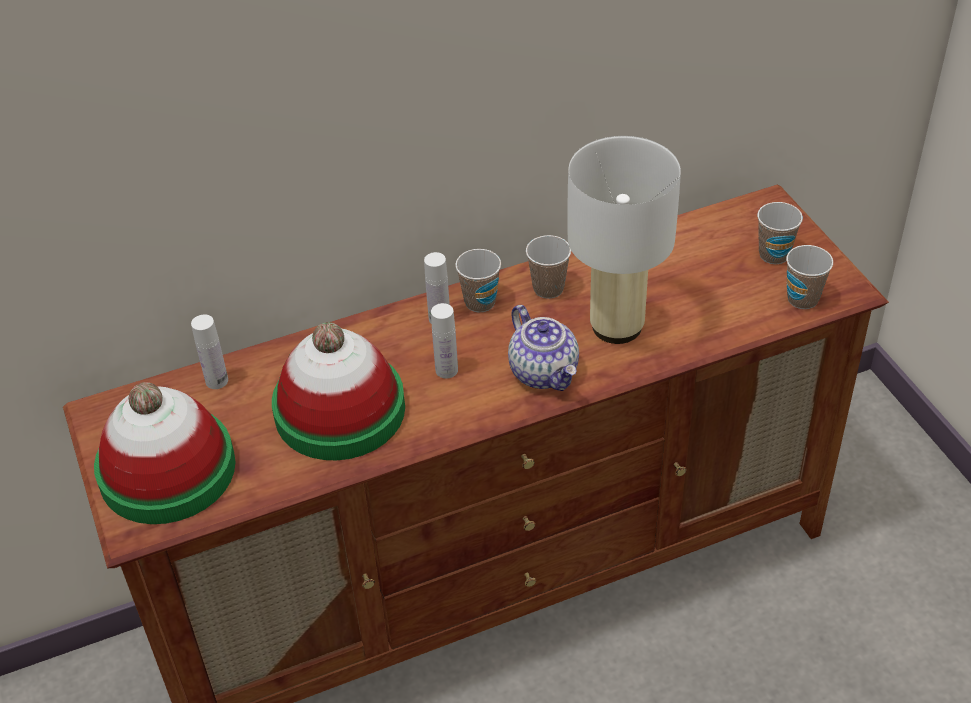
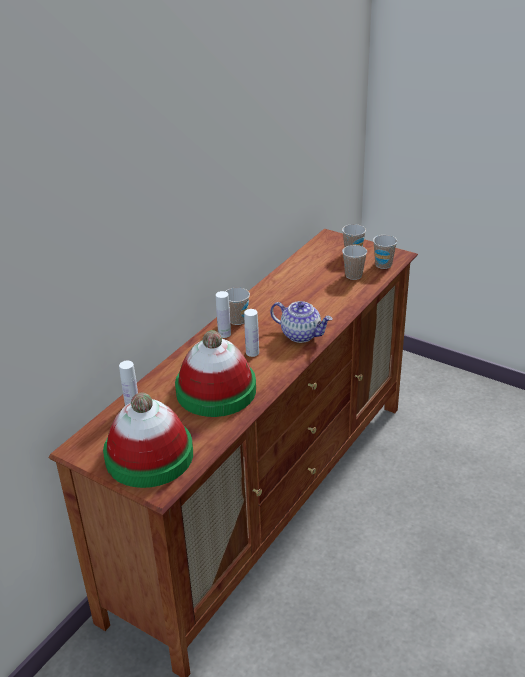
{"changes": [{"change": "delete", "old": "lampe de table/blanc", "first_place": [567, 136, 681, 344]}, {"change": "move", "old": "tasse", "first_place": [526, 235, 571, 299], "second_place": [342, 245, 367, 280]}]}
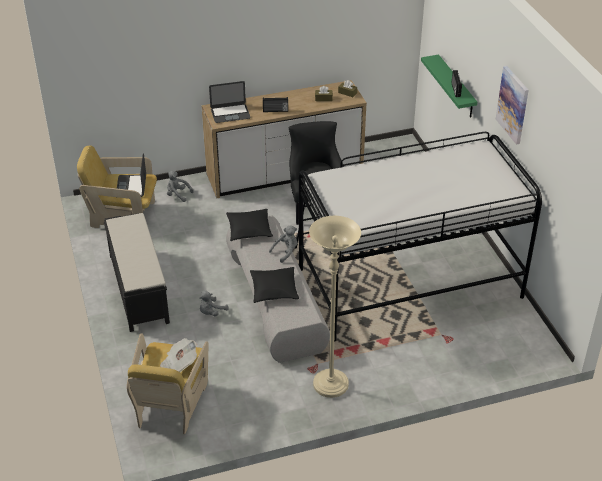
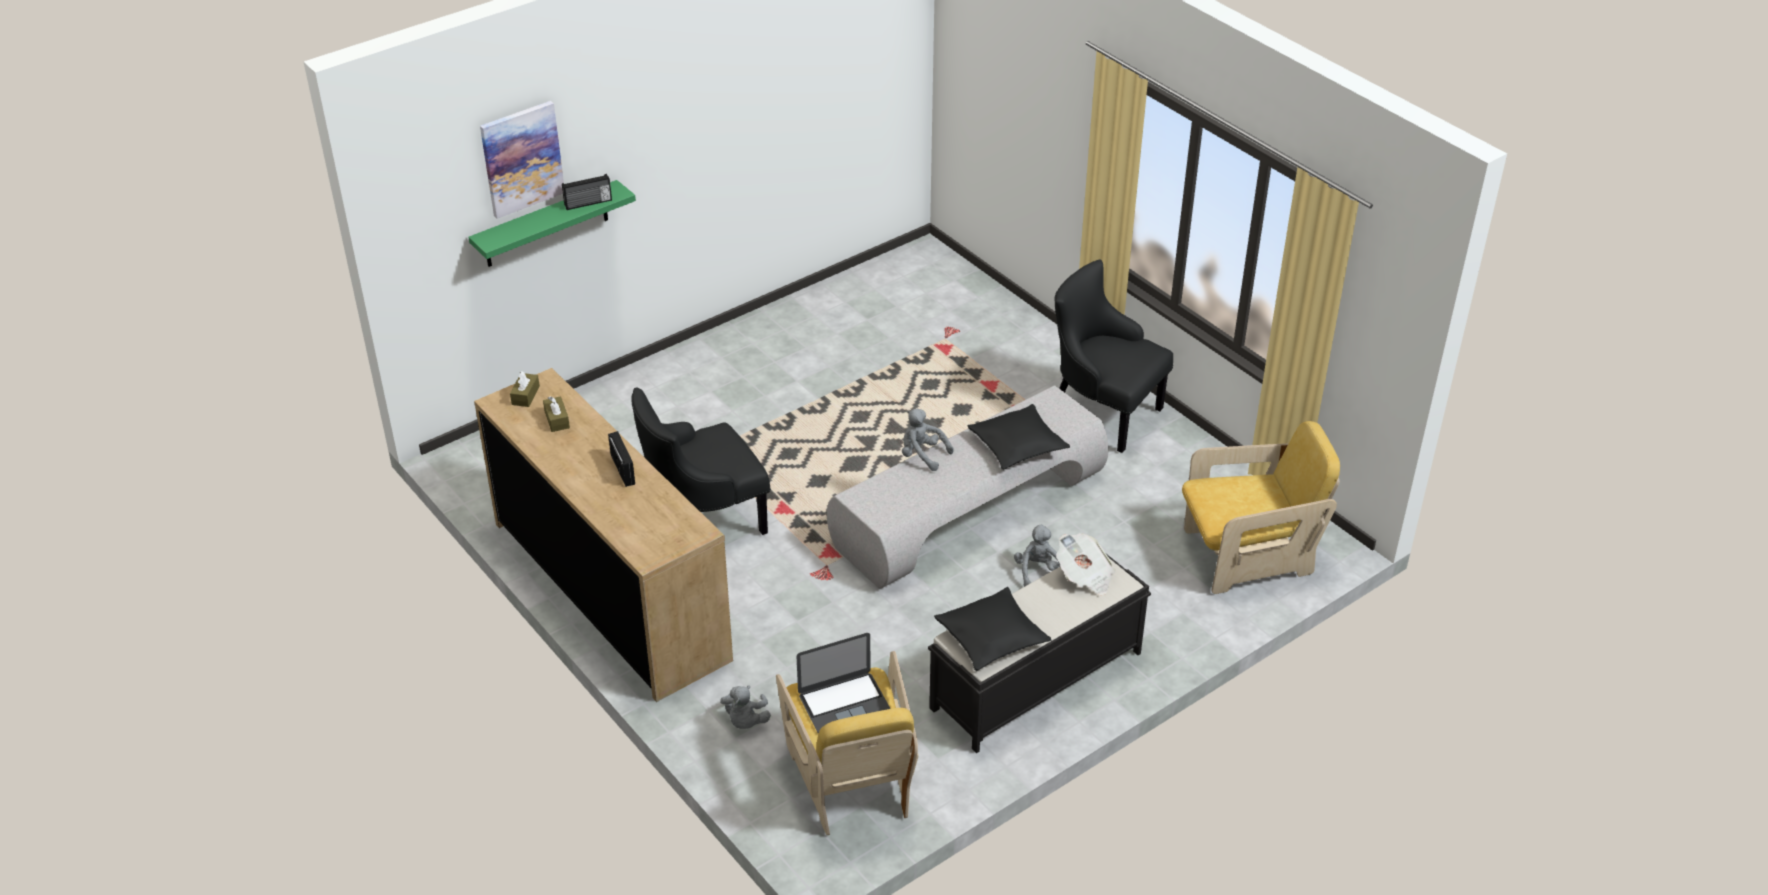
{"changes": [{"change": "delete", "old": "ordinateur portable", "first_place": [209, 81, 251, 123]}, {"change": "delete", "old": "lit/noir", "first_place": [295, 132, 542, 342]}, {"change": "move", "old": "journal", "first_place": [160, 338, 197, 372], "second_place": [1056, 533, 1116, 596]}, {"change": "move", "old": "coussin/noir", "first_place": [226, 209, 273, 241], "second_place": [934, 587, 1051, 671]}, {"change": "move", "old": "tableau", "first_place": [496, 66, 529, 145], "second_place": [480, 101, 564, 219]}, {"change": "replace", "old": "lampadaire/beige", "new": "chaise/noir", "first_place": [309, 216, 361, 398], "second_place": [1054, 260, 1173, 453]}, {"change": "rotate", "old": "peluche/gris", "first_place": [199, 290, 229, 317], "second_place": [1014, 524, 1060, 587], "degrees": -120}]}
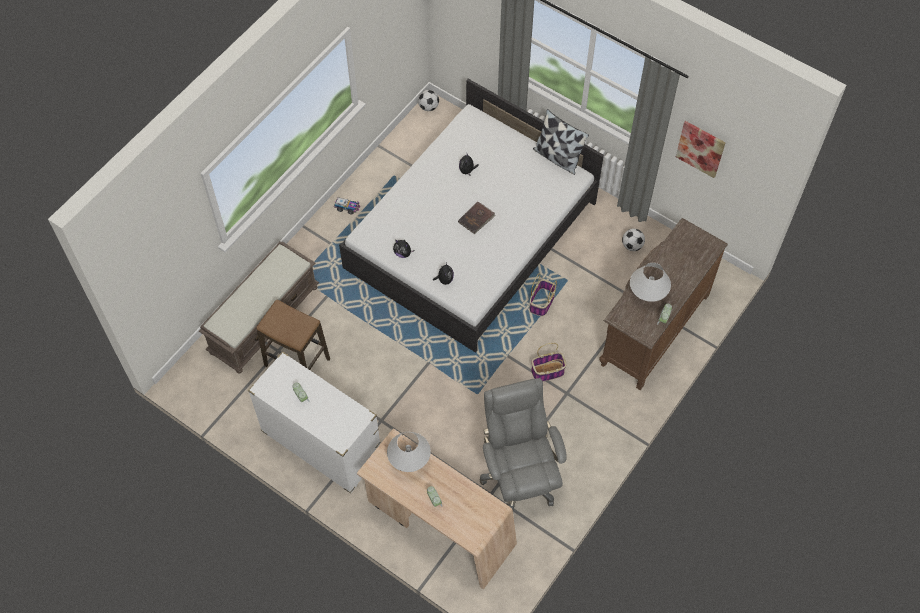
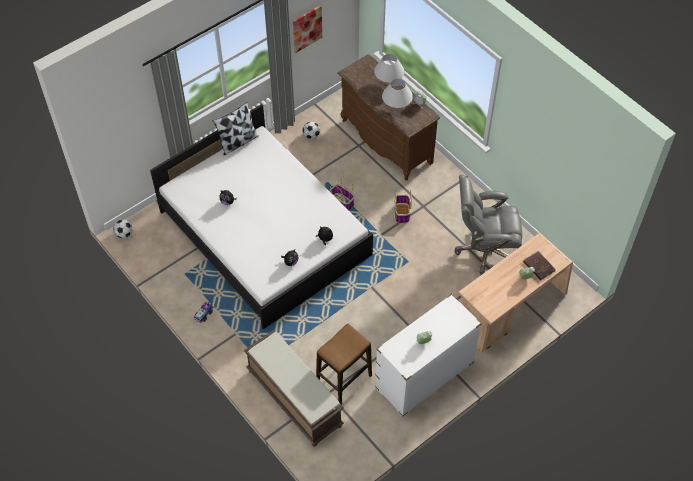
{"changes": [{"change": "move", "old": "lampe de table/blanc", "first_place": [387, 432, 431, 472], "second_place": [374, 54, 404, 83]}, {"change": "move", "old": "livre/marron", "first_place": [458, 202, 496, 234], "second_place": [523, 251, 556, 280]}]}
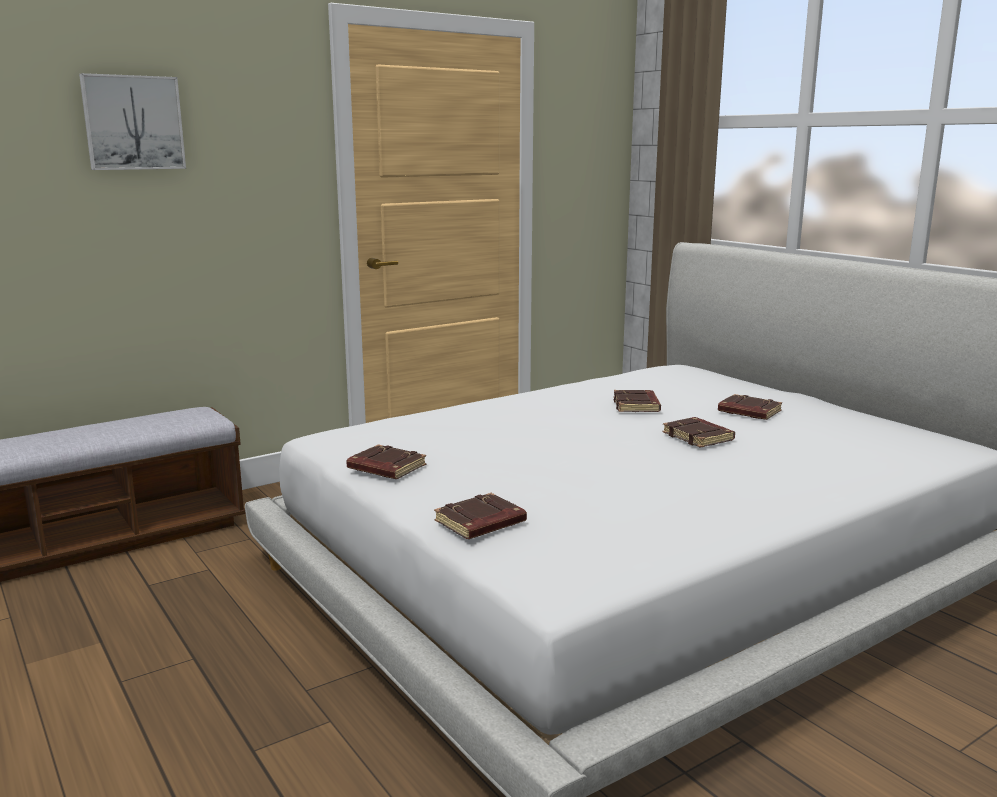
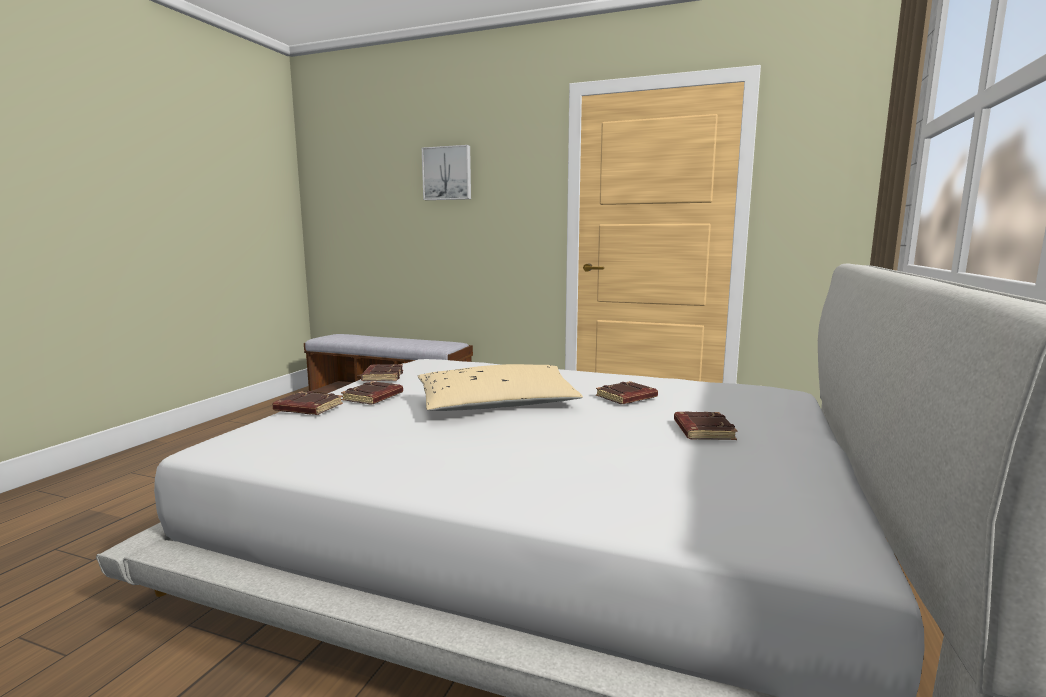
{"changes": [{"change": "insert", "new": "coussin/beige", "second_place": [417, 364, 583, 411]}, {"change": "move", "old": "livre/marron", "first_place": [662, 417, 735, 448], "second_place": [341, 381, 403, 405]}]}
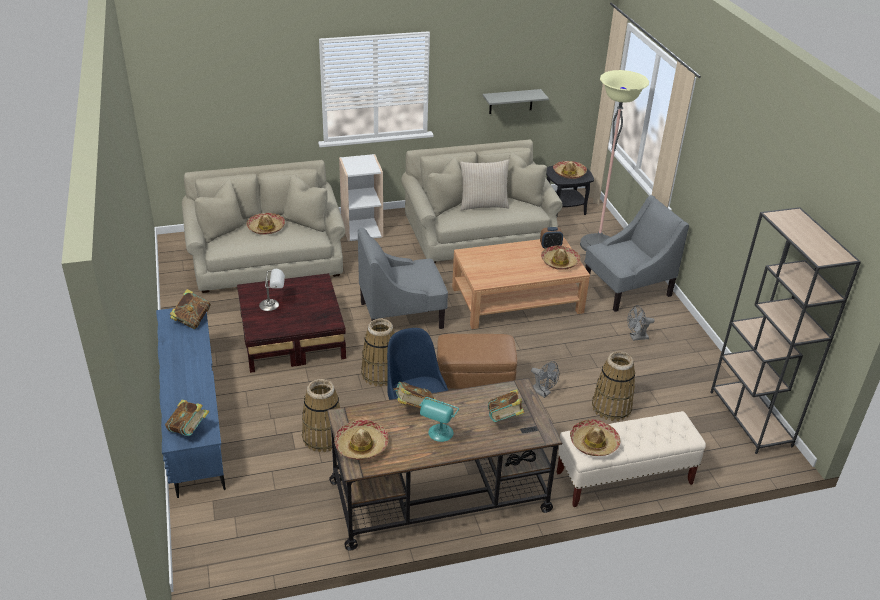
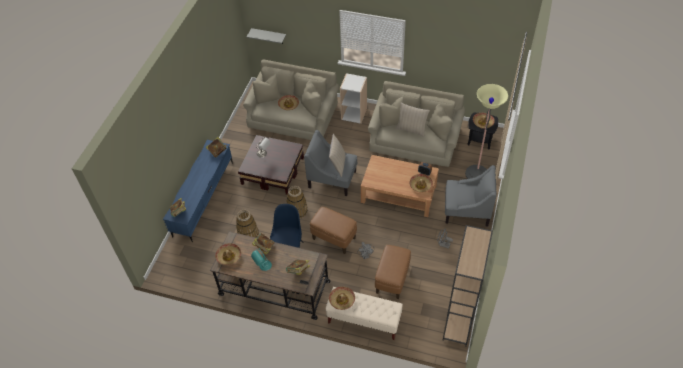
{"changes": [{"change": "insert", "new": "coussin/beige", "second_place": [329, 134, 346, 177]}, {"change": "move", "old": "étagère/gris", "first_place": [483, 89, 549, 114], "second_place": [247, 28, 286, 44]}, {"change": "replace", "old": "panier", "new": "pouf/marron", "first_place": [592, 351, 635, 421], "second_place": [375, 245, 411, 299]}]}
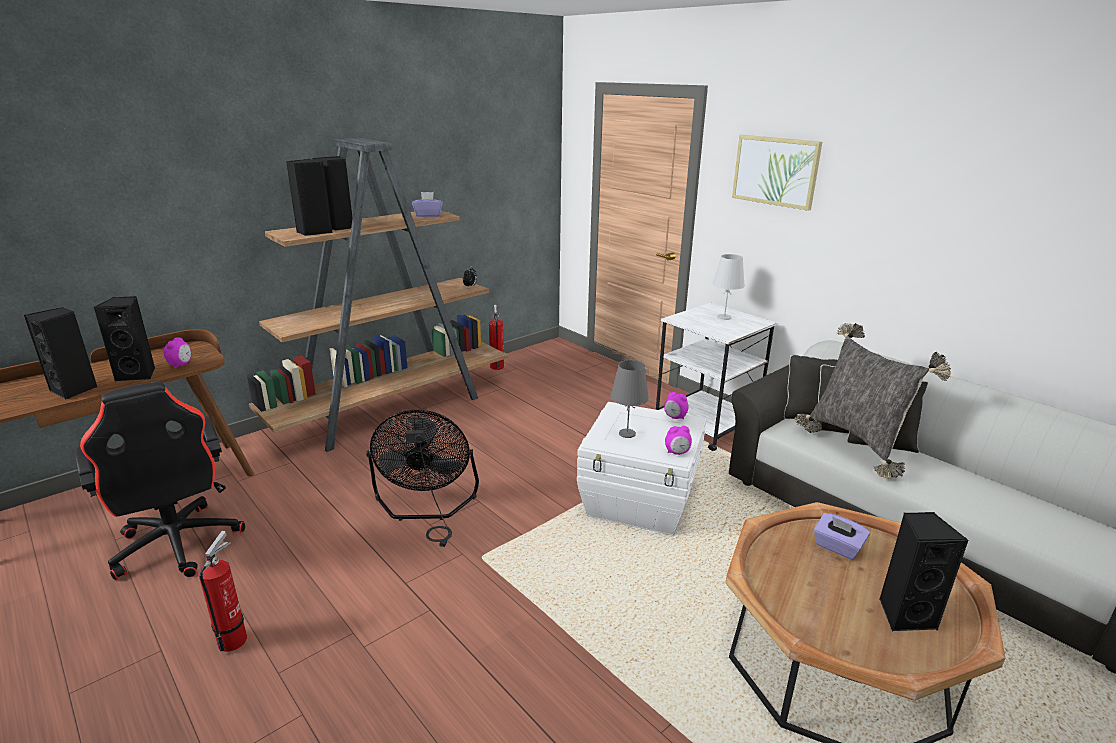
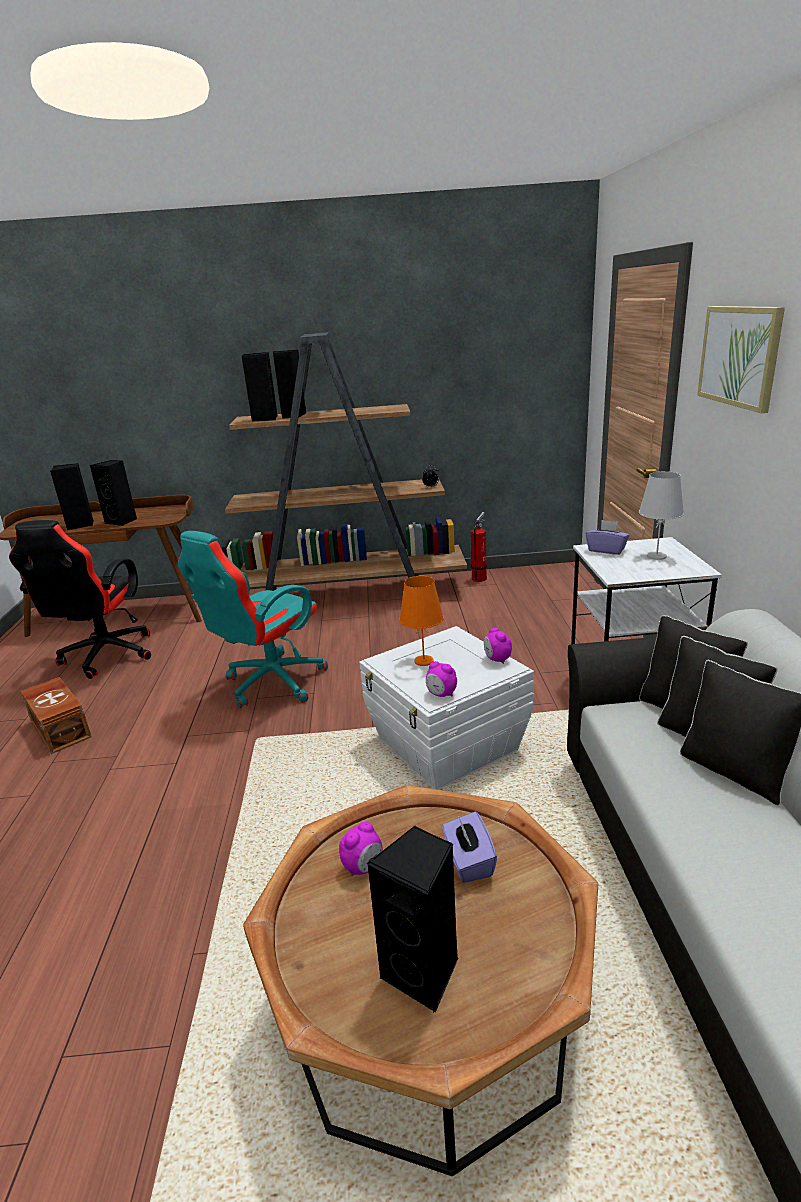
{"changes": [{"change": "delete", "old": "coussin", "first_place": [795, 323, 951, 479]}, {"change": "move", "old": "réveil", "first_place": [163, 338, 191, 368], "second_place": [339, 822, 383, 876]}, {"change": "move", "old": "boîte à mouchoirs/violet", "first_place": [412, 192, 443, 217], "second_place": [585, 520, 630, 555]}, {"change": "replace", "old": "extincteur", "new": "boîte de rangement/marron", "first_place": [198, 531, 247, 652], "second_place": [21, 677, 92, 754]}, {"change": "replace", "old": "ventilateur/noir", "new": "chaise de bureau/turquoise", "first_place": [366, 410, 479, 547], "second_place": [178, 531, 328, 708]}, {"change": "recolor", "old": "lampe de table/gris", "new": "lampe de table/orange", "first_place": [610, 360, 649, 438], "second_place": [399, 576, 444, 666]}]}
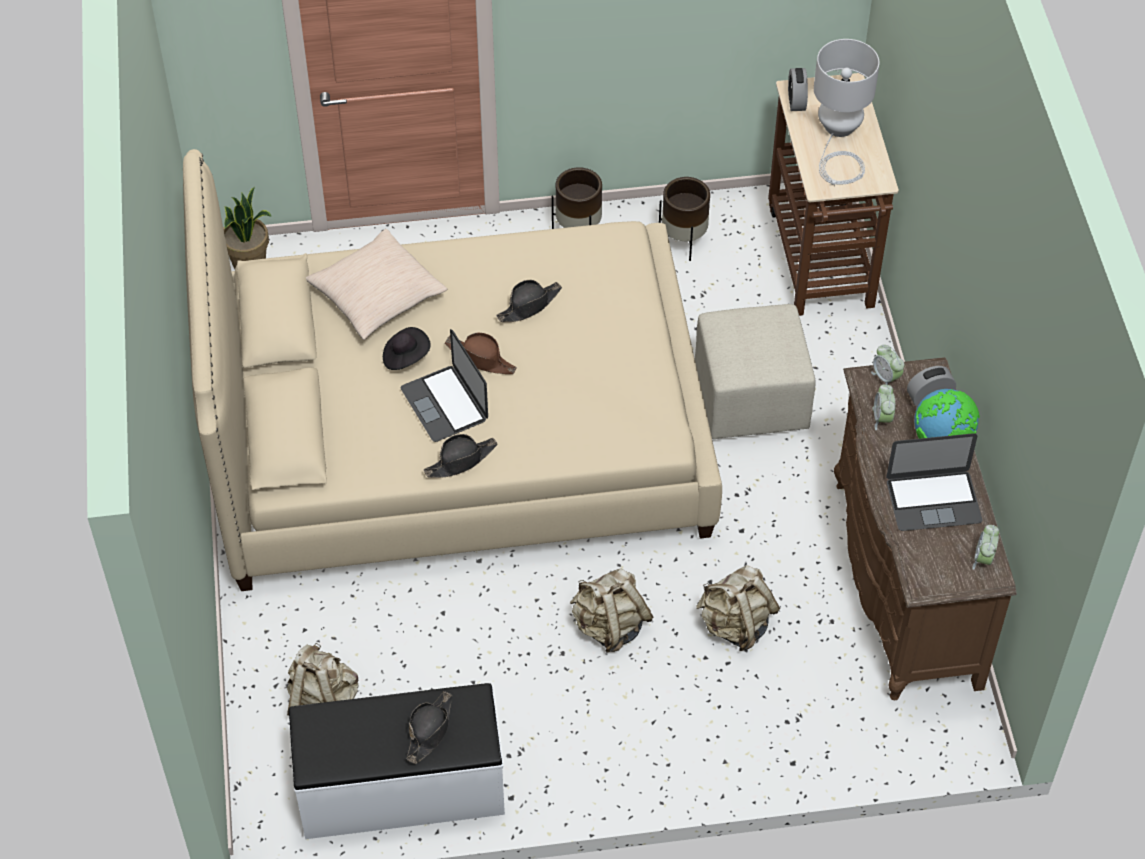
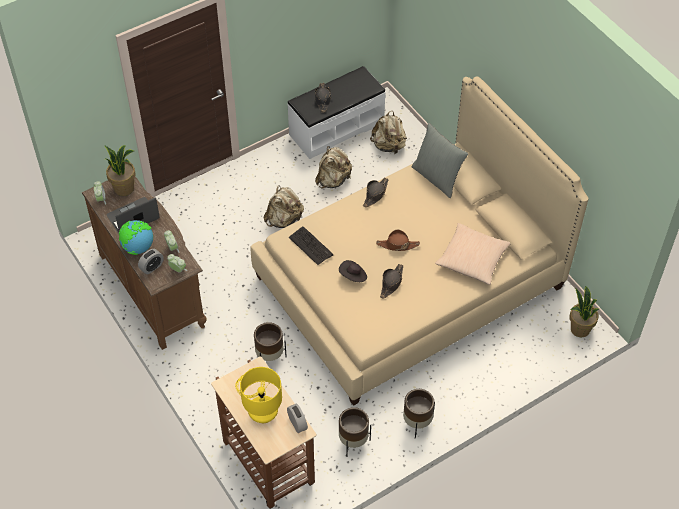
{"changes": [{"change": "delete", "old": "ordinateur portable", "first_place": [401, 329, 488, 442]}, {"change": "insert", "new": "plante en pot", "second_place": [104, 145, 136, 196]}, {"change": "insert", "new": "clavier", "second_place": [289, 226, 333, 265]}, {"change": "insert", "new": "coussin/gris", "second_place": [412, 123, 468, 198]}, {"change": "move", "old": "chapeau/noir", "first_place": [383, 327, 431, 370], "second_place": [339, 260, 367, 282]}, {"change": "move", "old": "sac à dos/beige", "first_place": [696, 565, 780, 651], "second_place": [315, 146, 352, 188]}, {"change": "replace", "old": "pouf/beige", "new": "cache-pot/marron", "first_place": [695, 304, 815, 439], "second_place": [254, 322, 287, 361]}, {"change": "recolor", "old": "lampe de table/gris", "new": "lampe de table/jaune", "first_place": [814, 39, 880, 185], "second_place": [235, 367, 282, 423]}]}
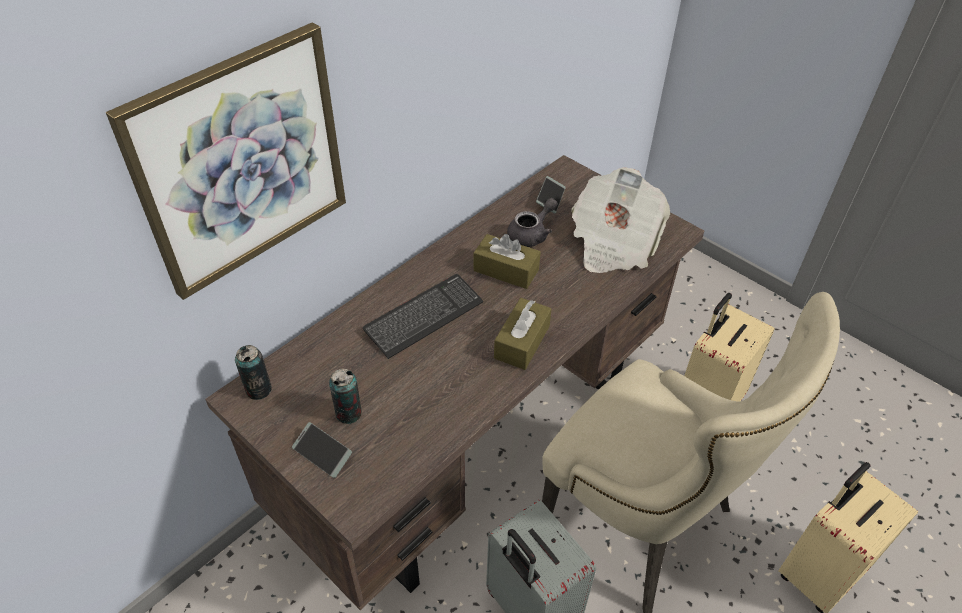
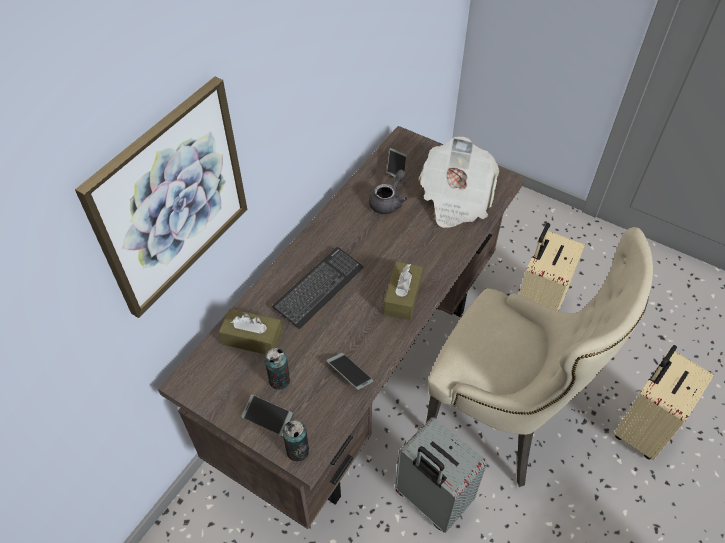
{"changes": [{"change": "insert", "new": "téléphone", "second_place": [327, 353, 373, 390]}, {"change": "move", "old": "boîte métallique", "first_place": [235, 345, 272, 400], "second_place": [282, 420, 309, 462]}, {"change": "move", "old": "boîte à mouchoirs/marron", "first_place": [473, 234, 541, 289], "second_place": [219, 309, 283, 354]}]}
